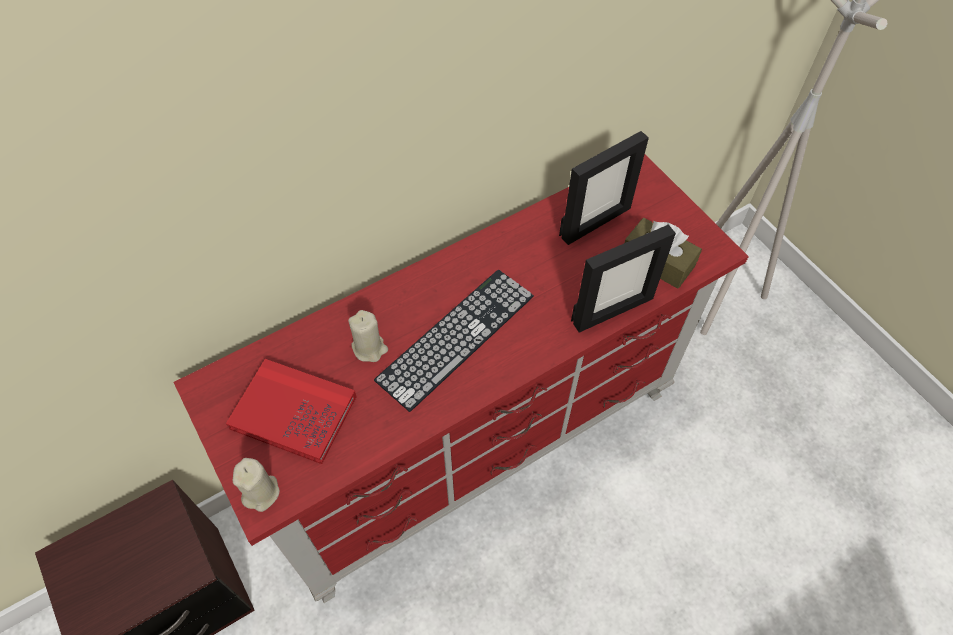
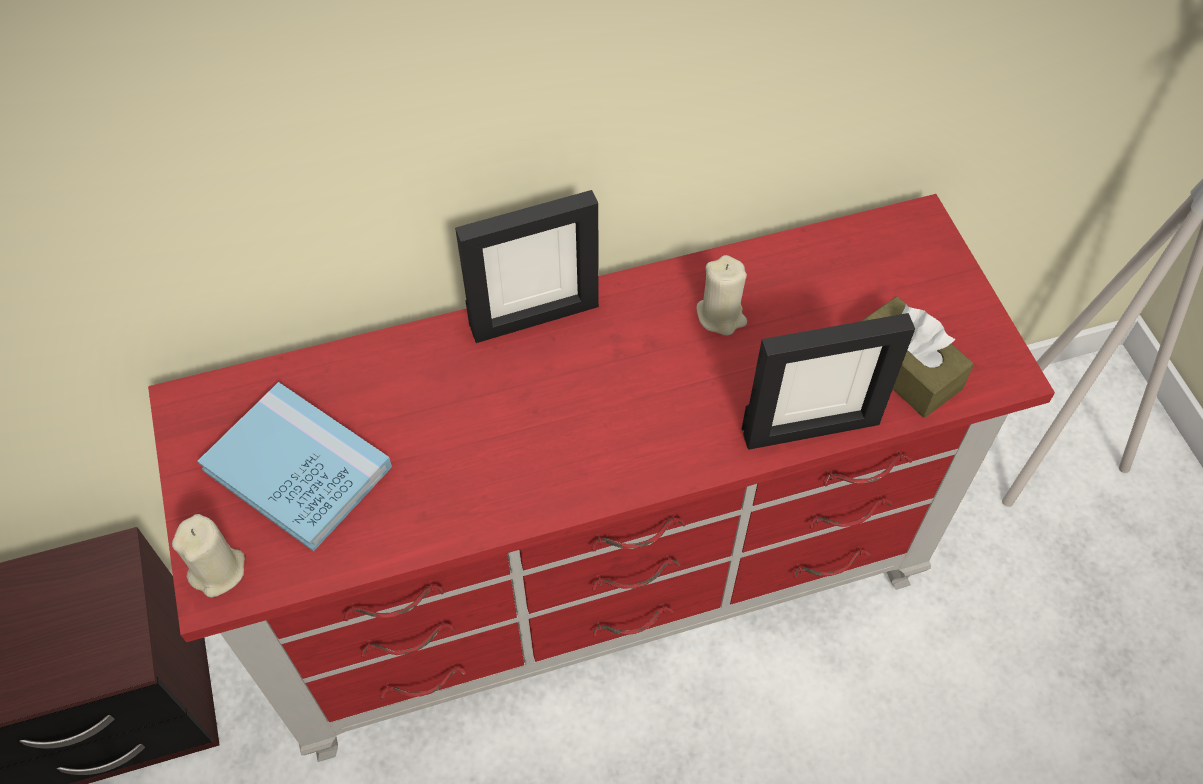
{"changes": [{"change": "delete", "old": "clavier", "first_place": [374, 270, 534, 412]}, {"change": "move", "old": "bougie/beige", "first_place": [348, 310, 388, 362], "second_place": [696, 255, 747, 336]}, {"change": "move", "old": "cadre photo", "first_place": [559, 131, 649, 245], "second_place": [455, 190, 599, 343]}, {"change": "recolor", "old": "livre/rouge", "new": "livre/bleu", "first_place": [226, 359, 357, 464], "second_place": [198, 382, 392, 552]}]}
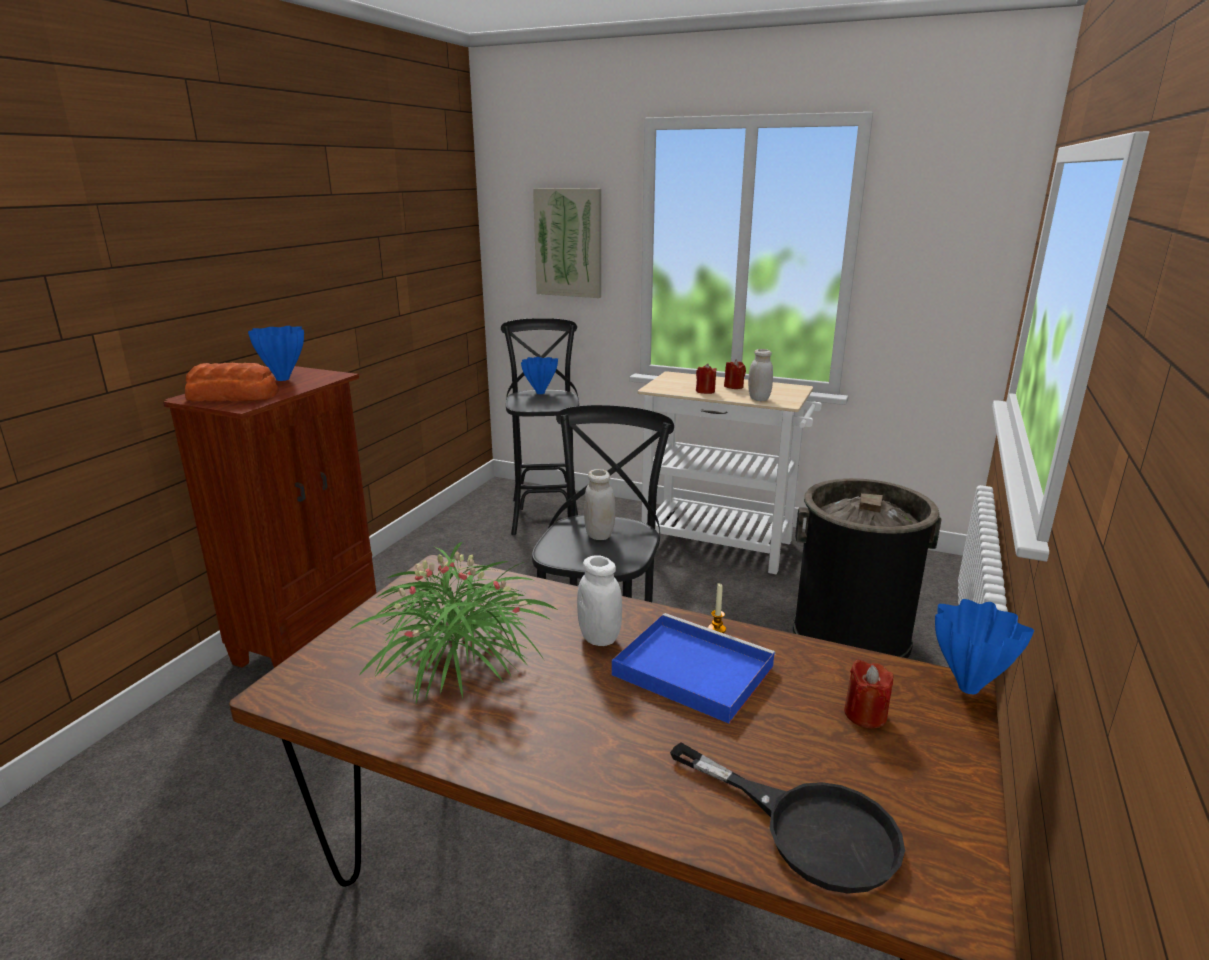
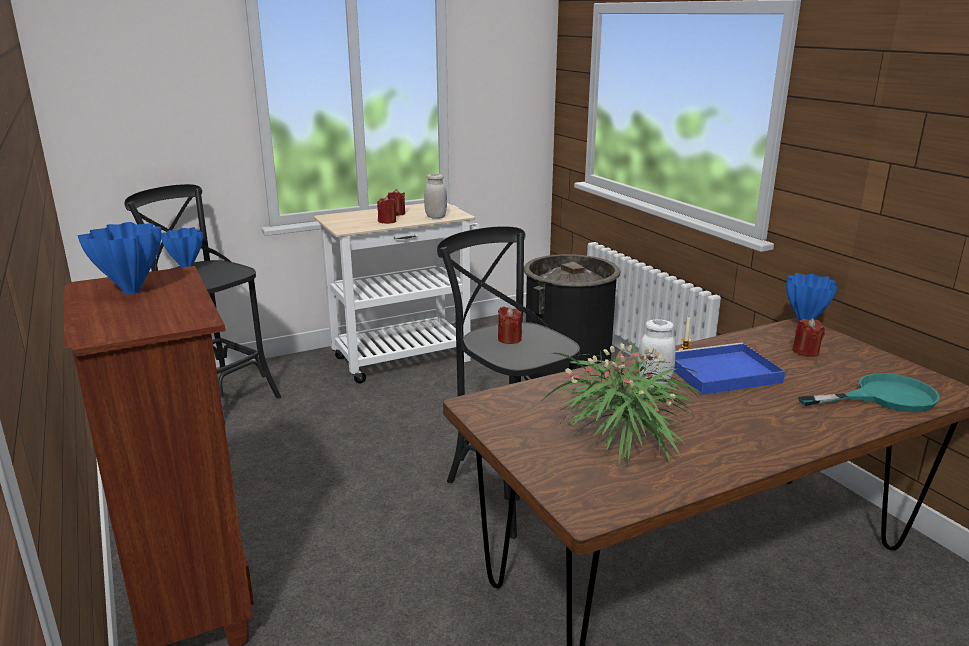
{"changes": [{"change": "delete", "old": "pain", "first_place": [185, 363, 279, 402]}, {"change": "delete", "old": "tableau", "first_place": [533, 188, 601, 298]}, {"change": "replace", "old": "bocal/blanc", "new": "bougie/rouge", "first_place": [584, 469, 616, 540], "second_place": [498, 306, 522, 344]}, {"change": "recolor", "old": "poêle/noir", "new": "poêle/turquoise", "first_place": [670, 742, 905, 894], "second_place": [798, 373, 940, 412]}]}
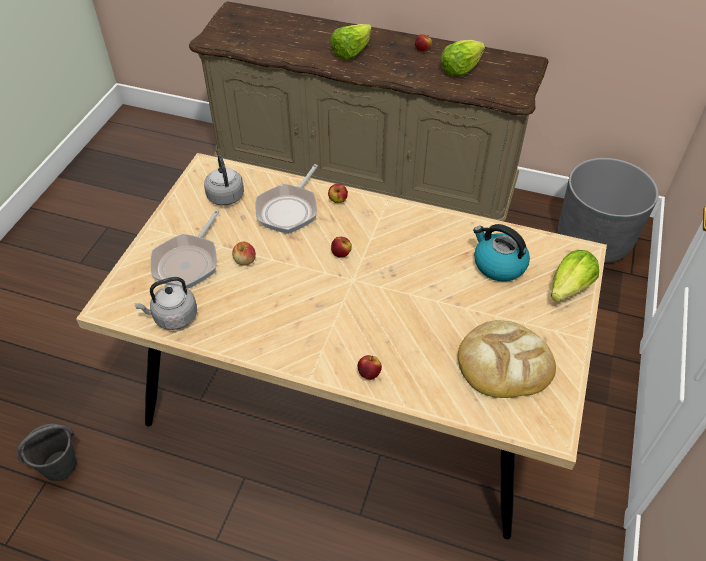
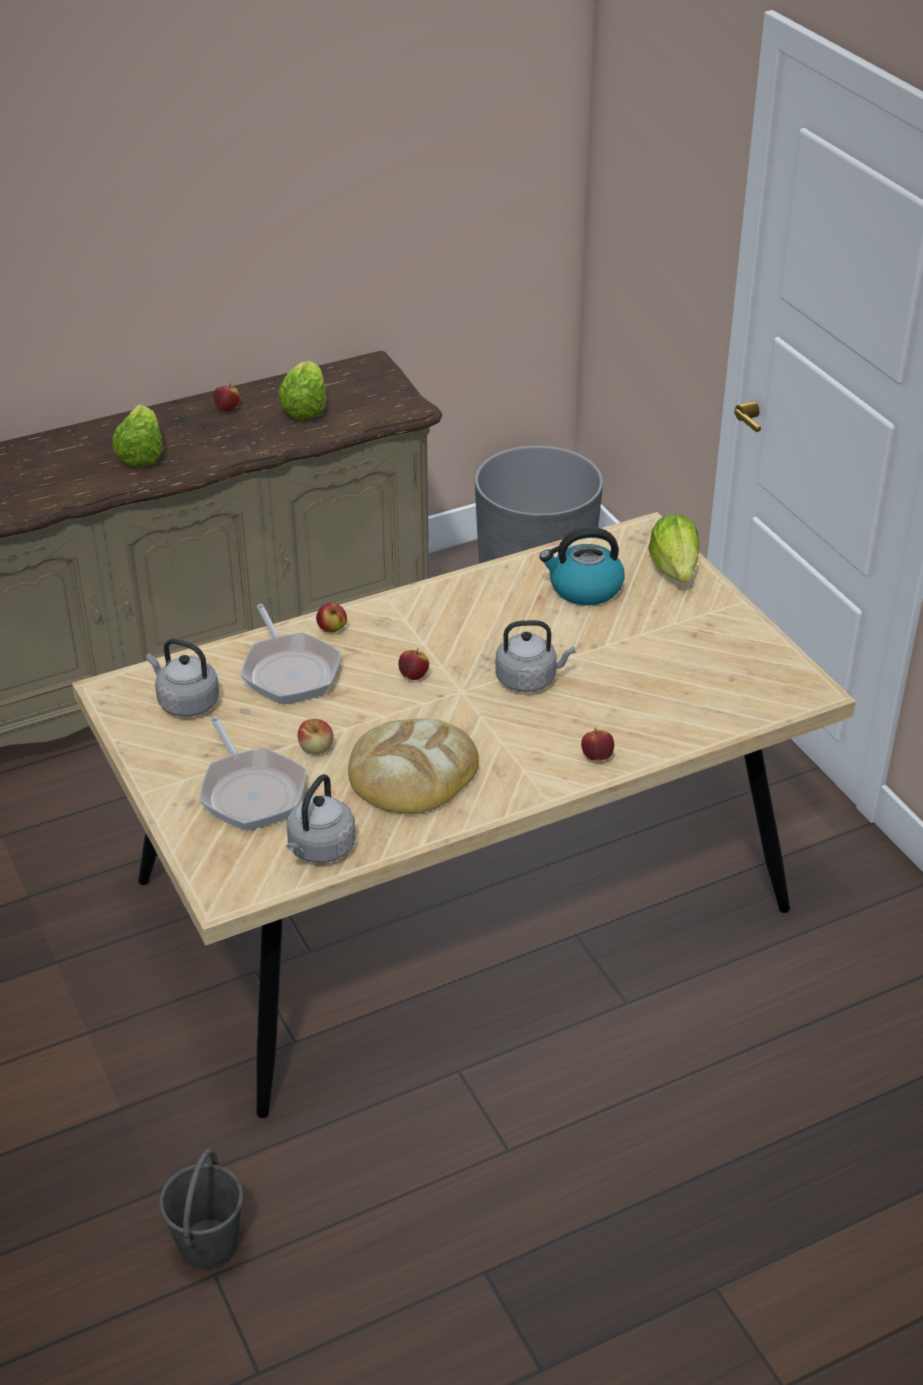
{"changes": [{"change": "insert", "new": "bouilloire/gris", "second_place": [495, 620, 575, 692]}, {"change": "move", "old": "pain", "first_place": [458, 320, 556, 398], "second_place": [348, 718, 479, 814]}]}
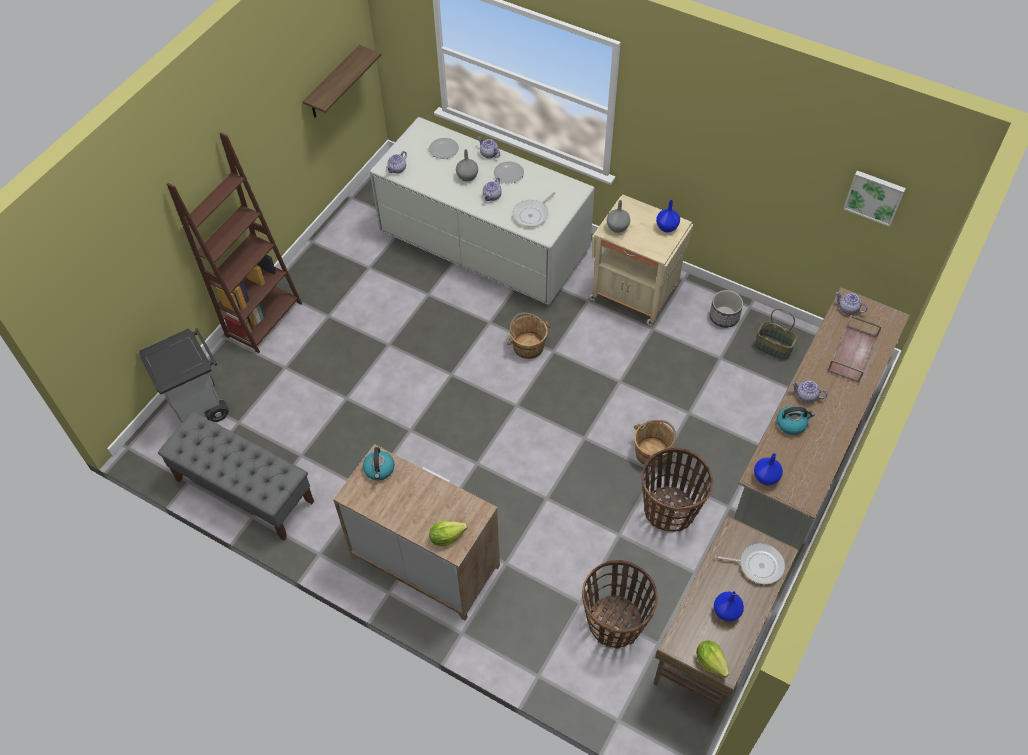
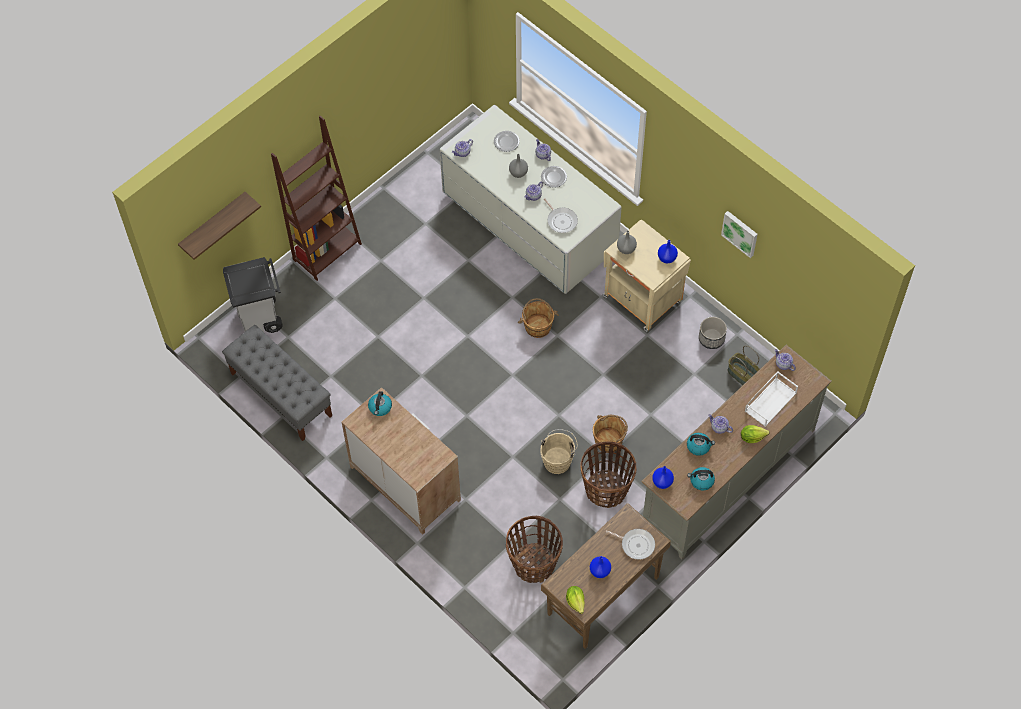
{"changes": [{"change": "insert", "new": "seau/beige", "second_place": [540, 429, 578, 474]}, {"change": "insert", "new": "bouilloire", "second_place": [687, 467, 715, 490]}, {"change": "move", "old": "étagère", "first_place": [303, 45, 381, 118], "second_place": [178, 192, 261, 260]}, {"change": "move", "old": "laitue", "first_place": [429, 521, 467, 546], "second_place": [741, 425, 770, 443]}, {"change": "move", "old": "tableau", "first_place": [843, 171, 906, 227], "second_place": [721, 211, 758, 258]}, {"change": "recolor", "old": "plateau/marron", "new": "plateau/blanc", "first_place": [828, 315, 882, 383], "second_place": [745, 371, 798, 427]}, {"change": "rotate", "old": "poêle", "first_place": [513, 192, 555, 227], "second_place": [544, 198, 578, 233], "degrees": -90}]}
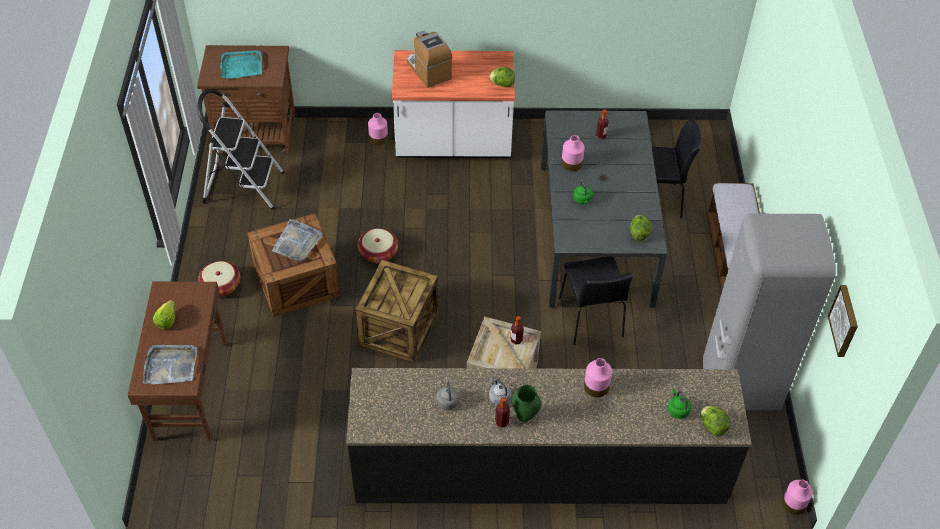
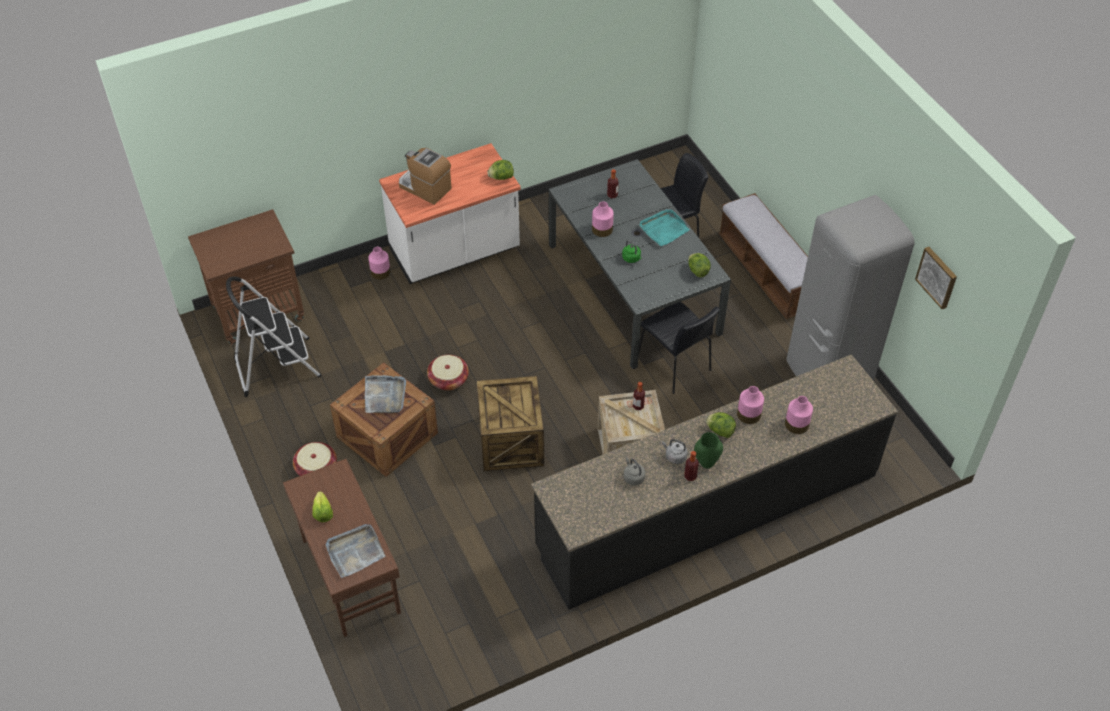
{"changes": [{"change": "delete", "old": "bouilloire/vert", "first_place": [668, 389, 691, 419]}, {"change": "move", "old": "plateau/turquoise", "first_place": [220, 50, 262, 79], "second_place": [640, 209, 690, 246]}, {"change": "move", "old": "laitue", "first_place": [701, 406, 730, 437], "second_place": [705, 412, 736, 438]}, {"change": "move", "old": "vase/rose", "first_place": [782, 480, 813, 515], "second_place": [785, 396, 813, 434]}]}
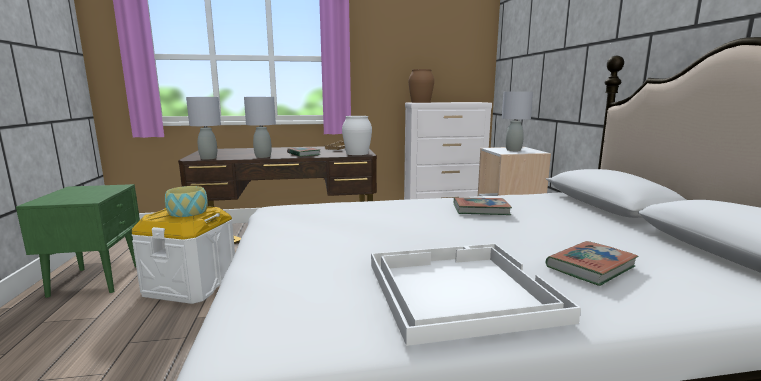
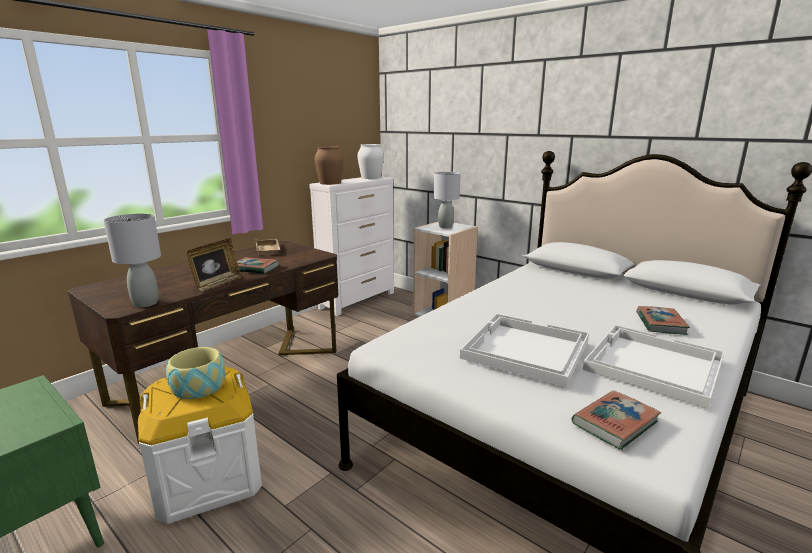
{"changes": [{"change": "insert", "new": "plateau/blanc", "second_place": [460, 314, 589, 387]}, {"change": "move", "old": "vase/blanc", "first_place": [342, 116, 372, 155], "second_place": [357, 144, 384, 179]}, {"change": "move", "old": "livre", "first_place": [454, 197, 512, 215], "second_place": [572, 391, 661, 450]}, {"change": "replace", "old": "lampe de table/gris", "new": "cadre photo", "first_place": [244, 97, 276, 158], "second_place": [187, 238, 242, 291]}]}
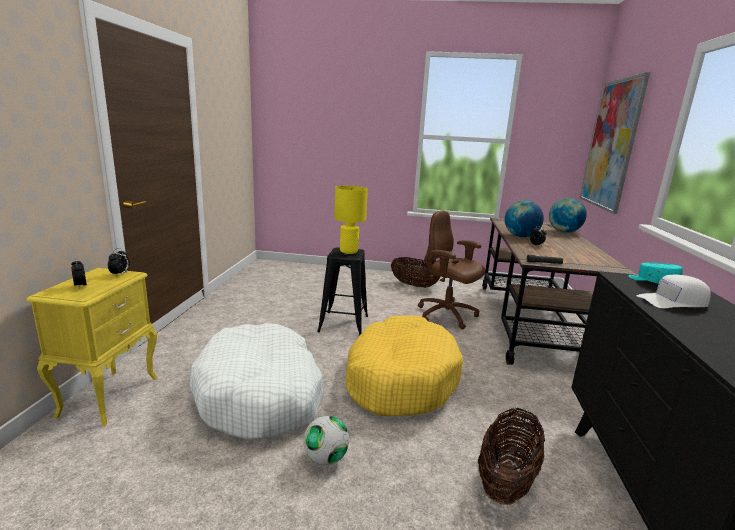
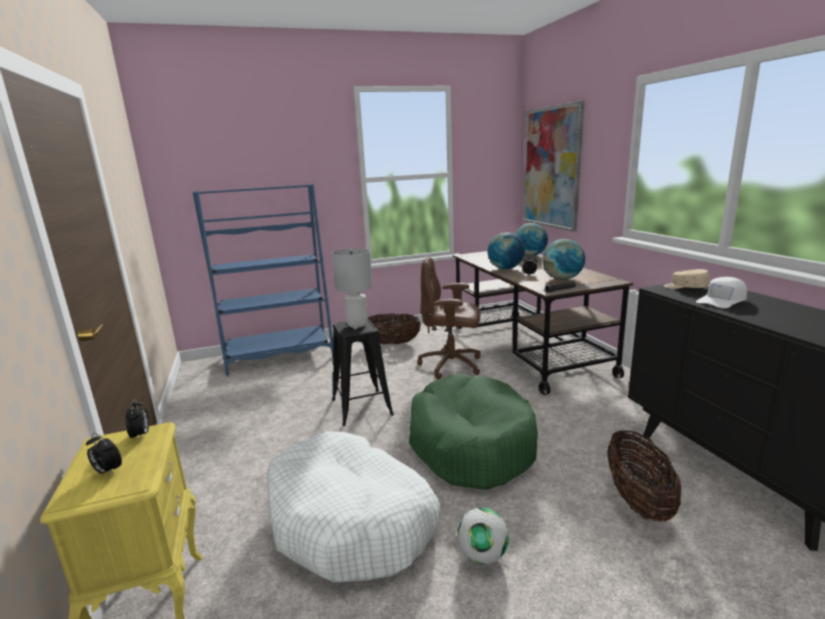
{"changes": [{"change": "insert", "new": "bibliothèque/bleu", "second_place": [193, 184, 333, 376]}, {"change": "insert", "new": "globe", "second_place": [542, 239, 585, 280]}, {"change": "recolor", "old": "lampe de table/jaune", "new": "lampe de table/gris", "first_place": [334, 186, 368, 254], "second_place": [332, 248, 373, 328]}, {"change": "recolor", "old": "panier pour chien/jaune", "new": "panier pour chien/vert", "first_place": [346, 316, 463, 417], "second_place": [409, 374, 538, 490]}, {"change": "recolor", "old": "casquette/turquoise", "new": "casquette/beige", "first_place": [628, 263, 683, 284], "second_place": [664, 269, 709, 289]}]}
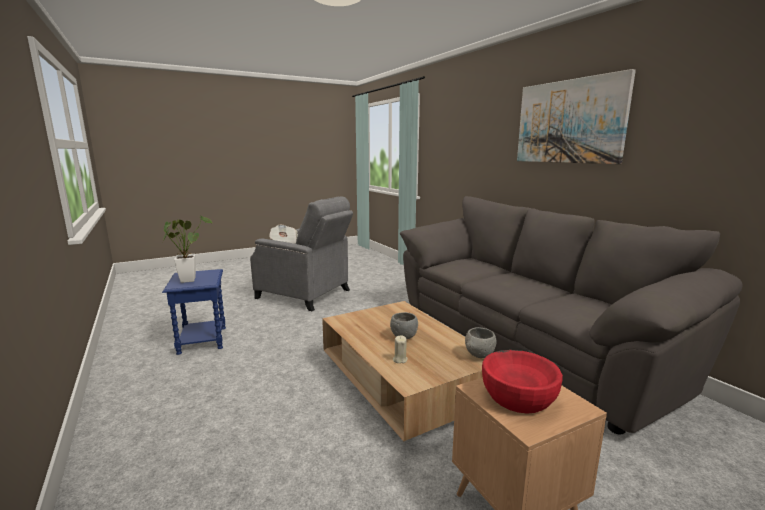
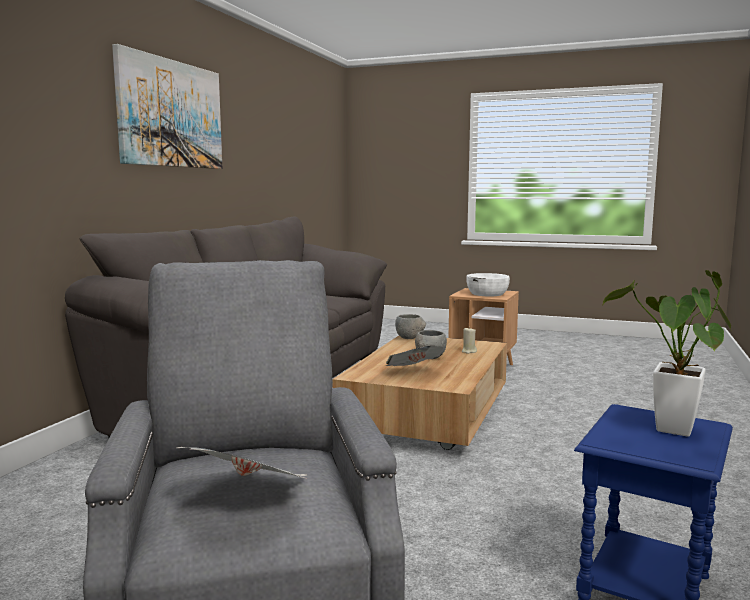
{"changes": [{"change": "insert", "new": "journal", "second_place": [386, 345, 444, 366]}, {"change": "recolor", "old": "bol/rouge", "new": "bol/blanc", "first_place": [482, 350, 563, 414], "second_place": [466, 273, 510, 296]}]}
